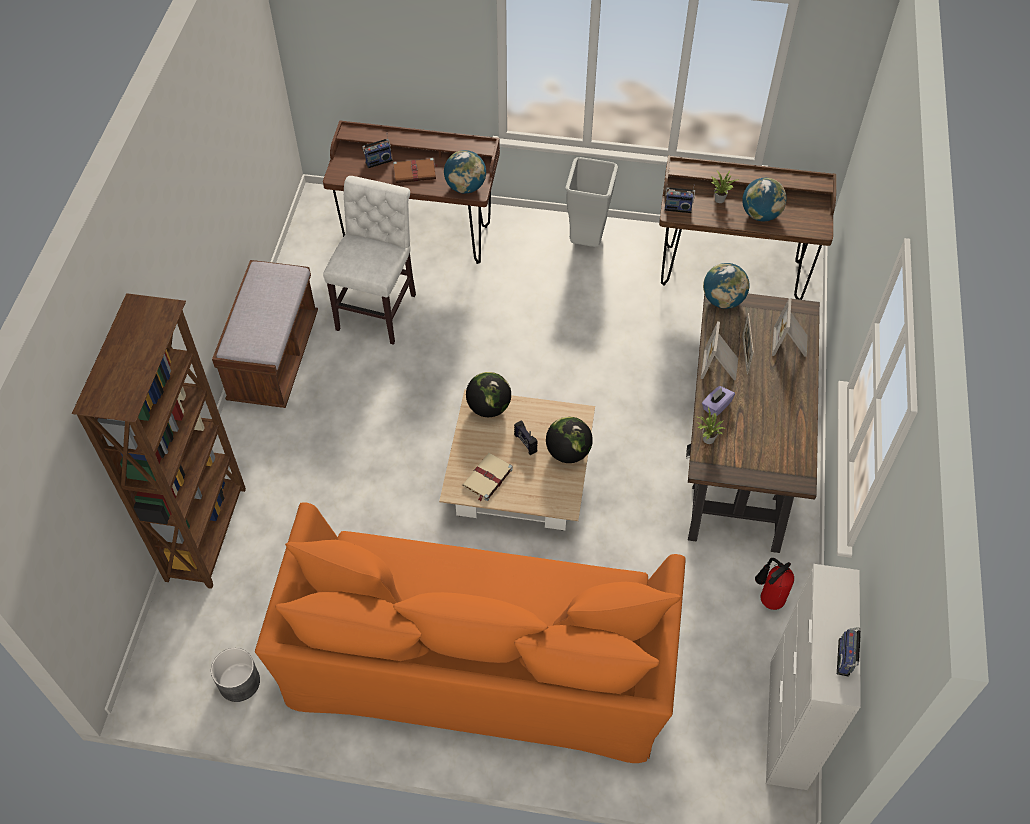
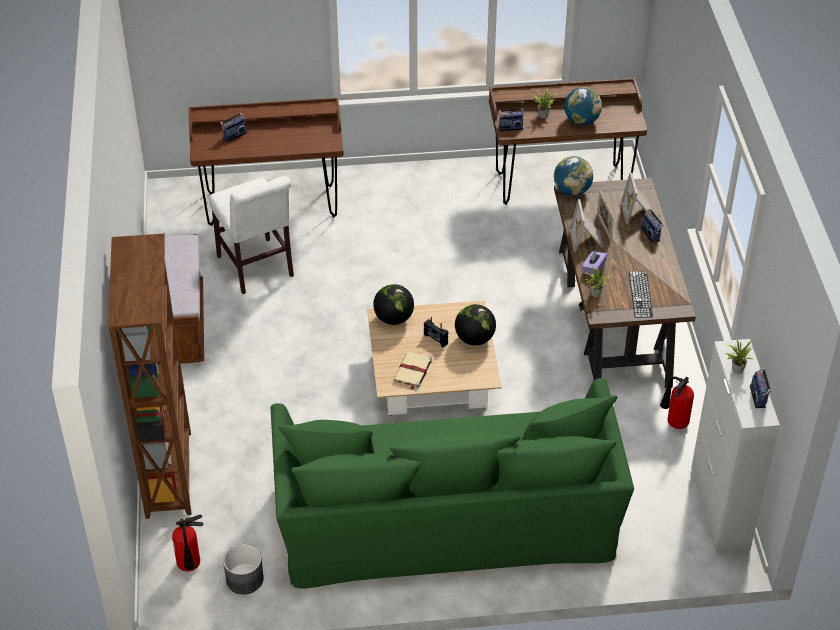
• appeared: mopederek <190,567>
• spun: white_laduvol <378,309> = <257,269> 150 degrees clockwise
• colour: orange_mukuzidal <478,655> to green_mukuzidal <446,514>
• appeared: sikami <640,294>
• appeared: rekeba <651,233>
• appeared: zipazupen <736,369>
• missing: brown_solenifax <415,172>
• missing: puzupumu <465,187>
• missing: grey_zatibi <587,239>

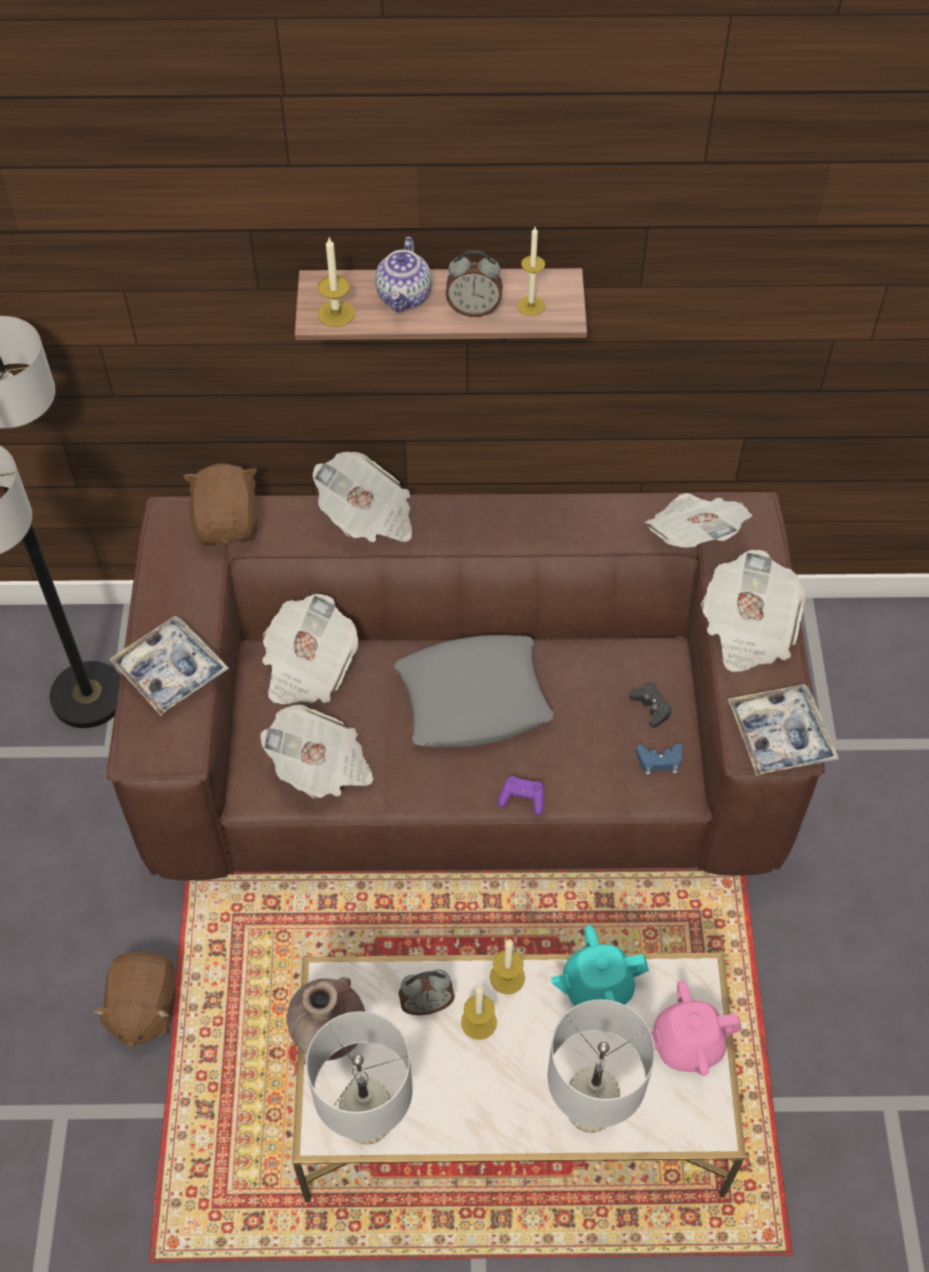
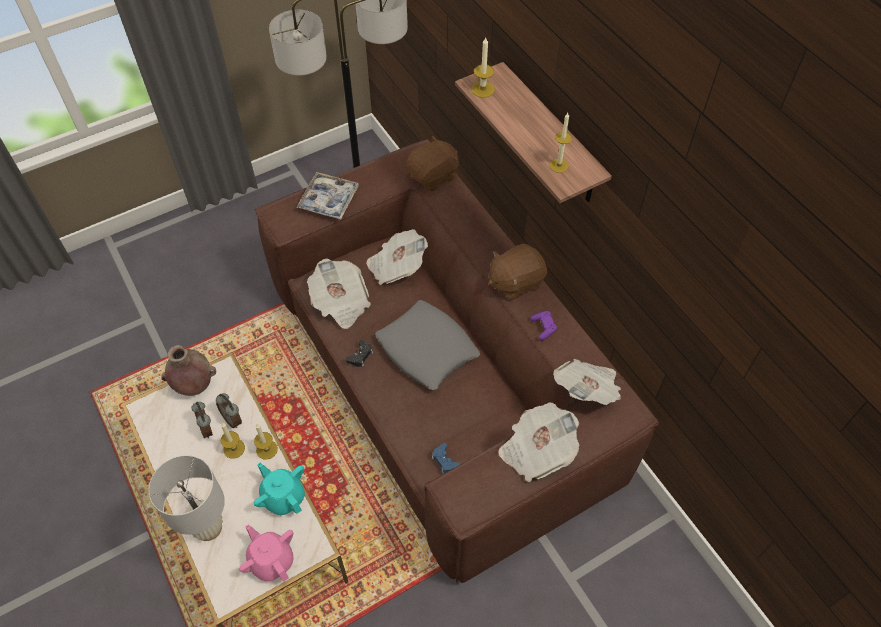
• relocated: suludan <474,309> to <207,428>
• relocated: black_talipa <651,707> to <360,356>
• relocated: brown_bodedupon <143,1008> to <515,282>
• relocated: purple_talipa <522,799> to <544,328>
• missing: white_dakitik <367,1121>
• missing: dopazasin <367,517>
• missing: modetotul <405,297>
• missing: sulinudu <780,736>

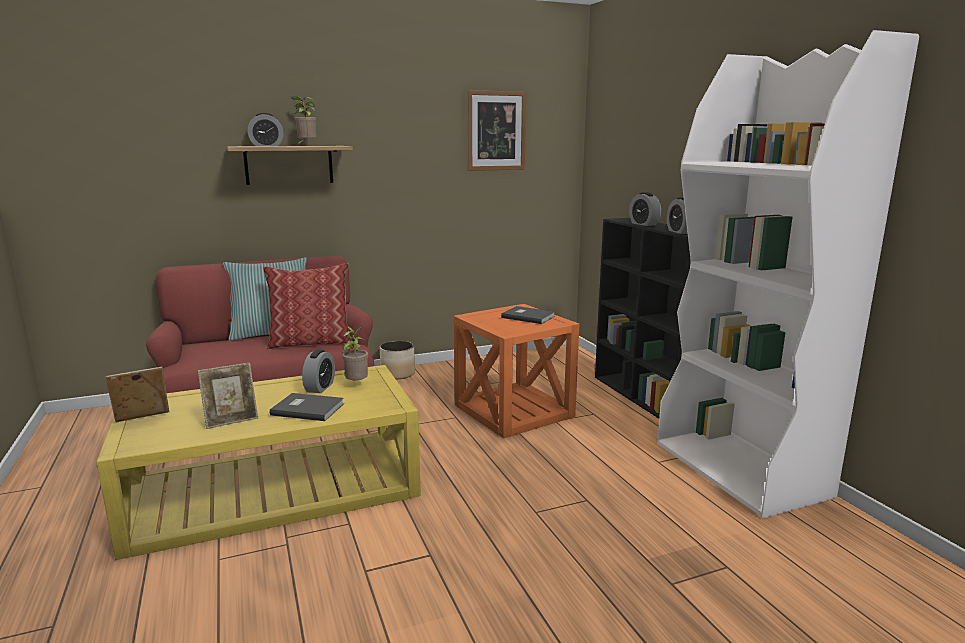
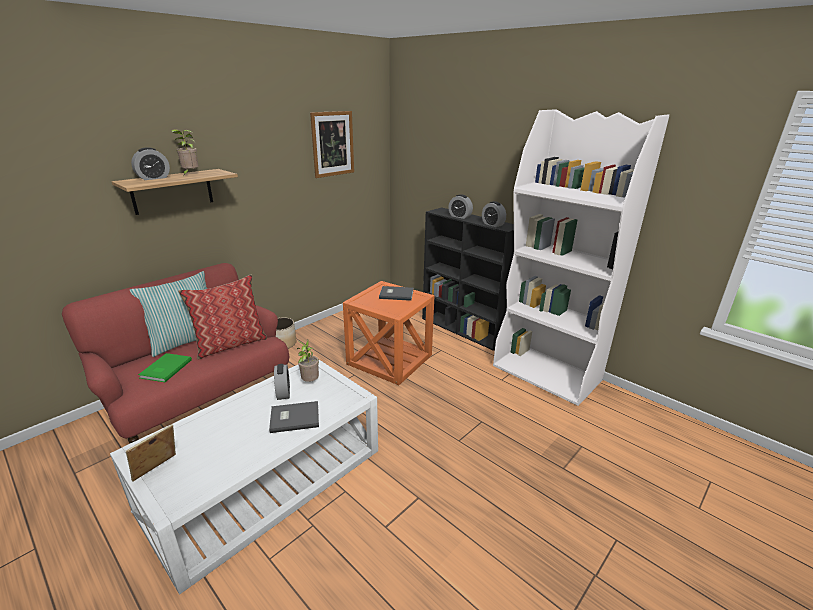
• colour: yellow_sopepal <274,488> to white_sopepal <264,478>
• appeared: green_solenifax <164,369>
• missing: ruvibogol <231,420>

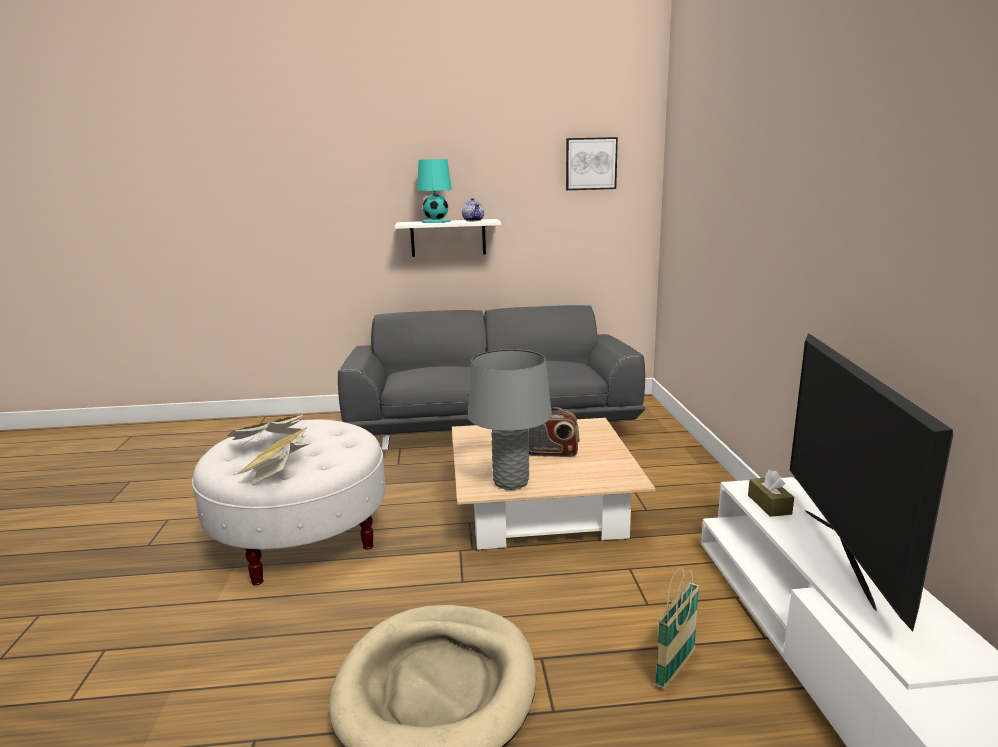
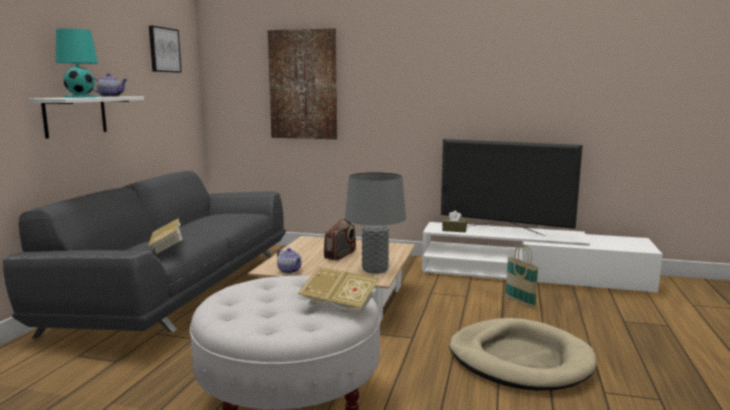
• relocated: solenifax <269,444> to <167,247>
• appeared: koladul <303,85>
• appeared: modetotul <290,271>

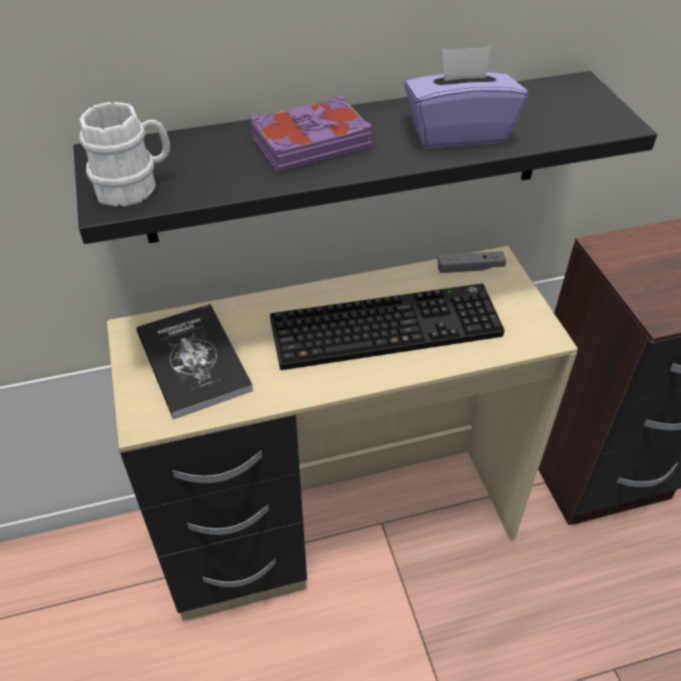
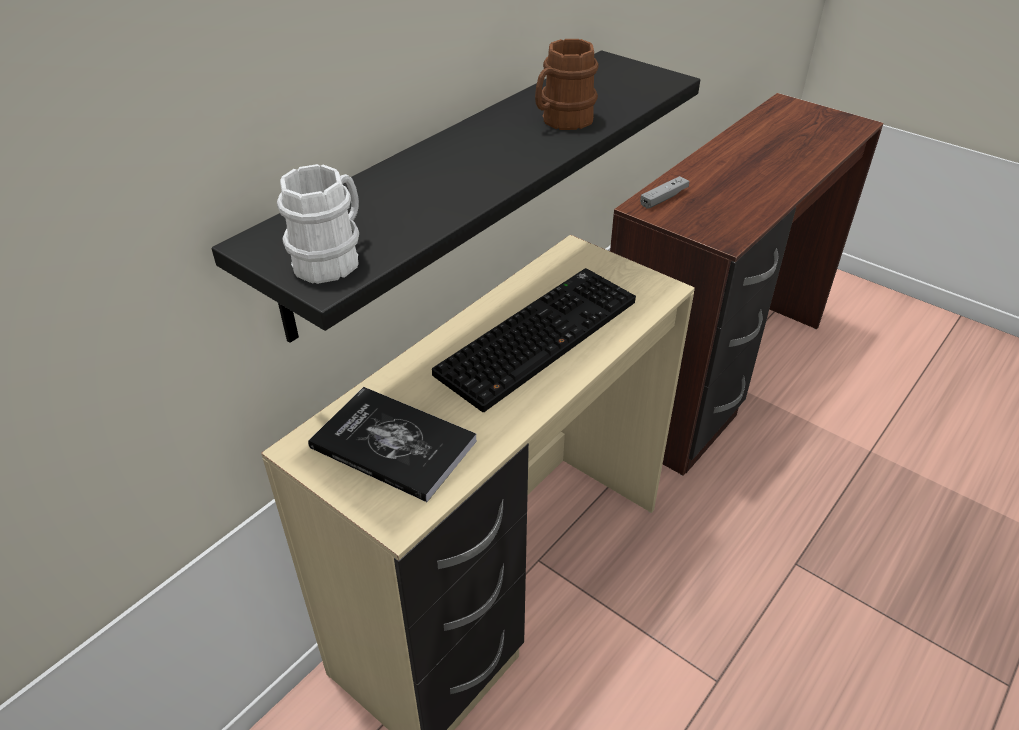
• exchanged: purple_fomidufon <458,132> to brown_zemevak <561,121>
• relocated: grey_talipa <470,268> to <664,198>
• missing: purple_solenifax <310,142>

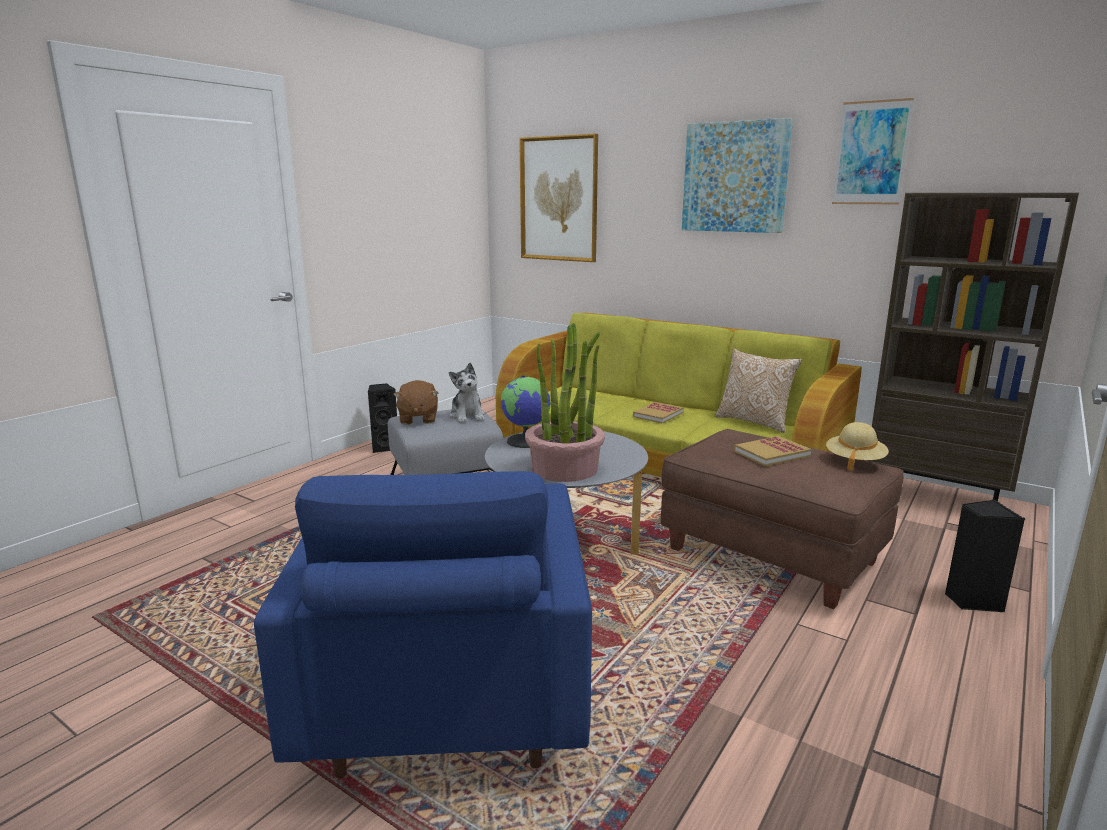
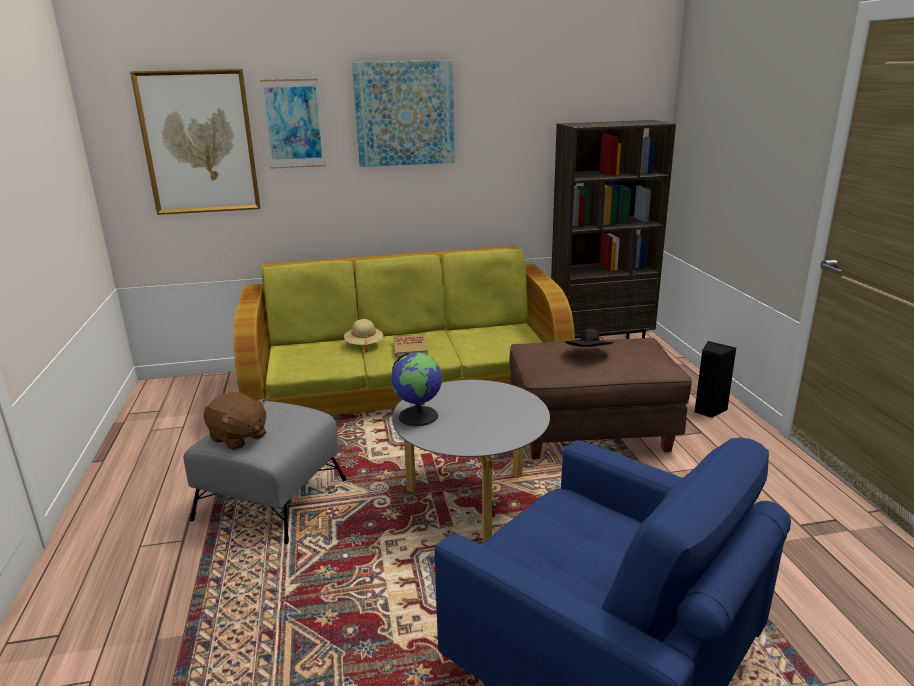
• relocated: koladul <871,153> to <293,124>
• relocated: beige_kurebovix <854,461> to <364,345>
• exchanged: solenifax <771,454> to black_kurebovix <589,355>
• missing: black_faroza <385,447>
• missing: bodedupon <467,416>
• missing: zipazupen <565,469>
• missing: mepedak <754,422>

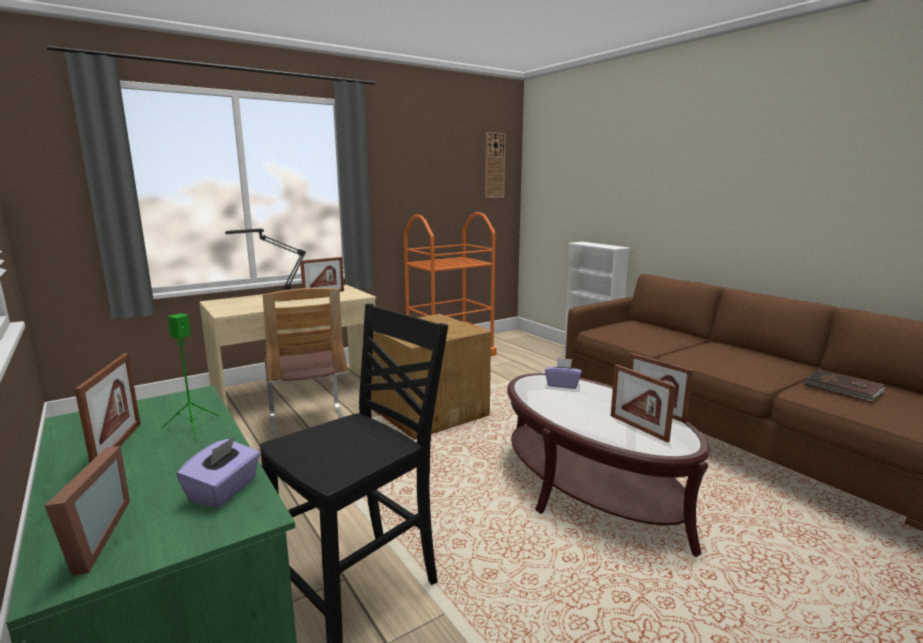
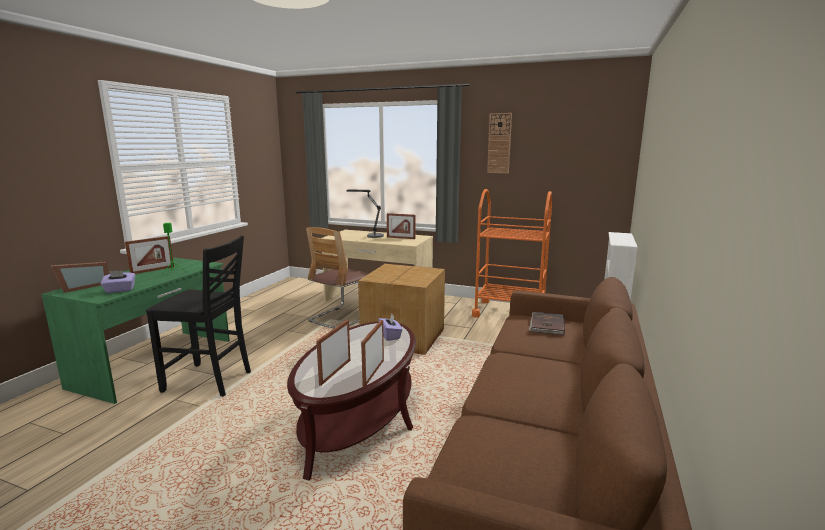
• relocated: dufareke <494,165> to <499,143>
• relocated: brown_solenifax <843,388> to <546,325>

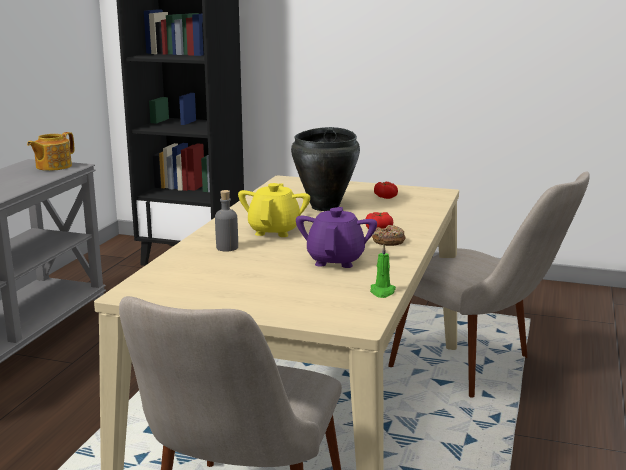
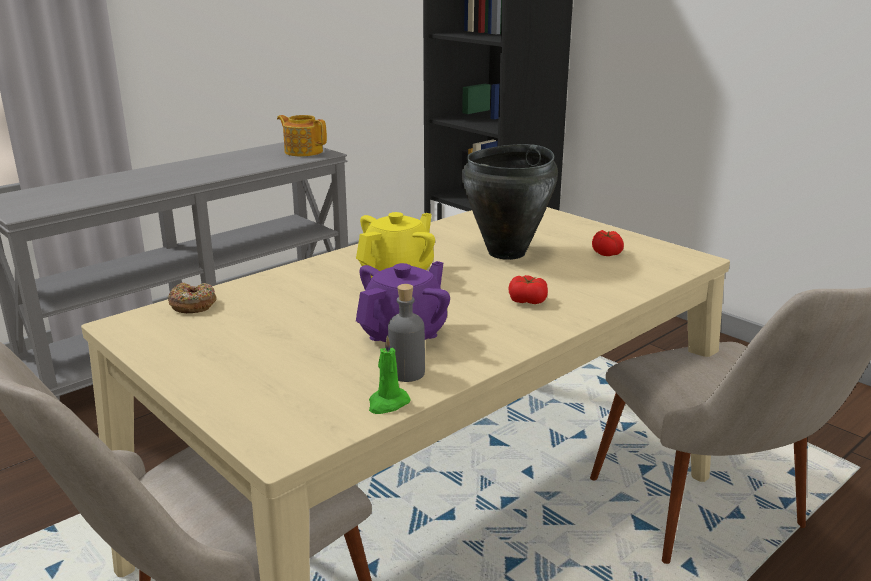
• relocated: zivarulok <388,241> to <193,305>
• spun: modetotul <53,166> = <303,151> 60 degrees clockwise
• relocated: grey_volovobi <227,247> to <407,373>

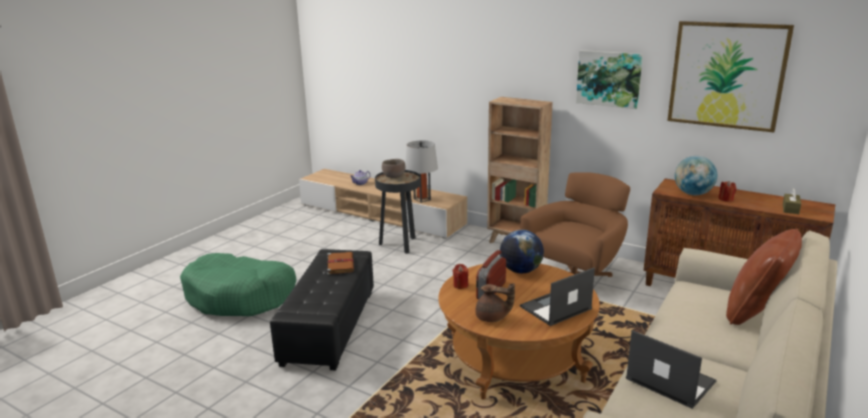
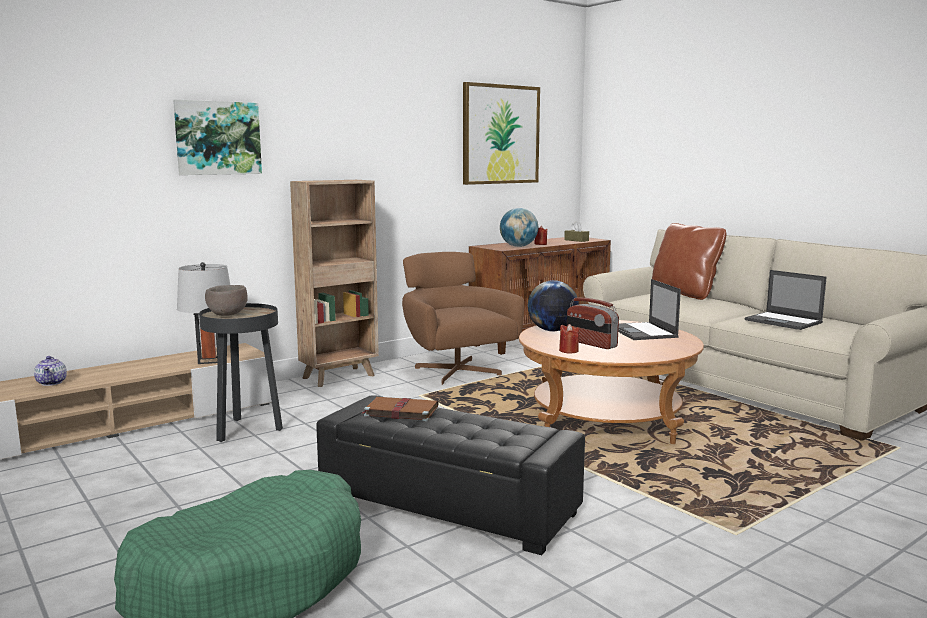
• relocated: koladul <609,78> to <218,138>
• spun: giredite <669,380> = <784,321> 105 degrees counterclockwise
• missing: brown_modetotul <492,318>

